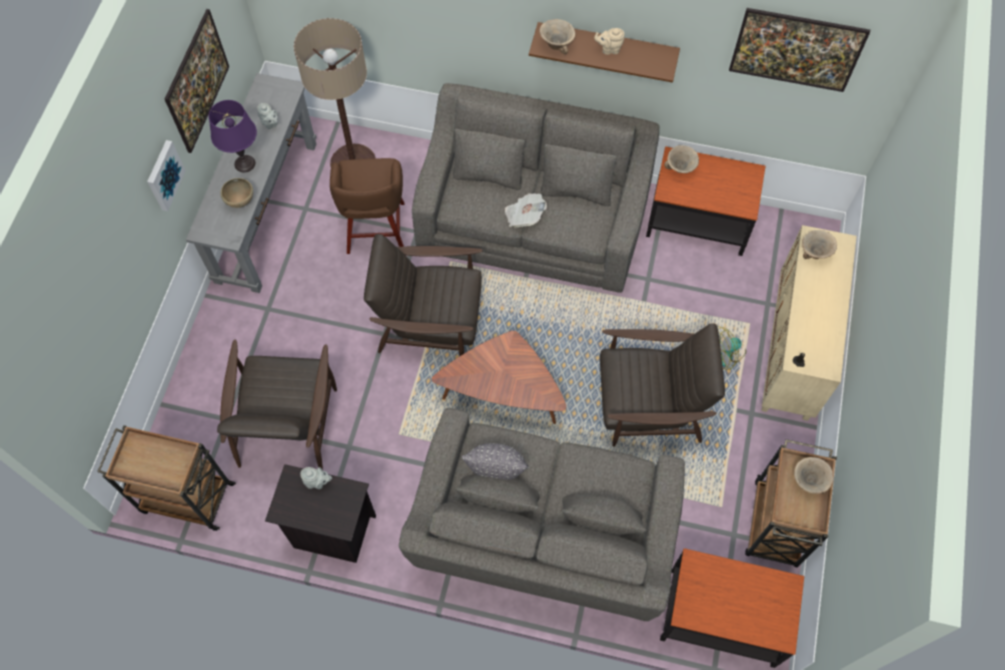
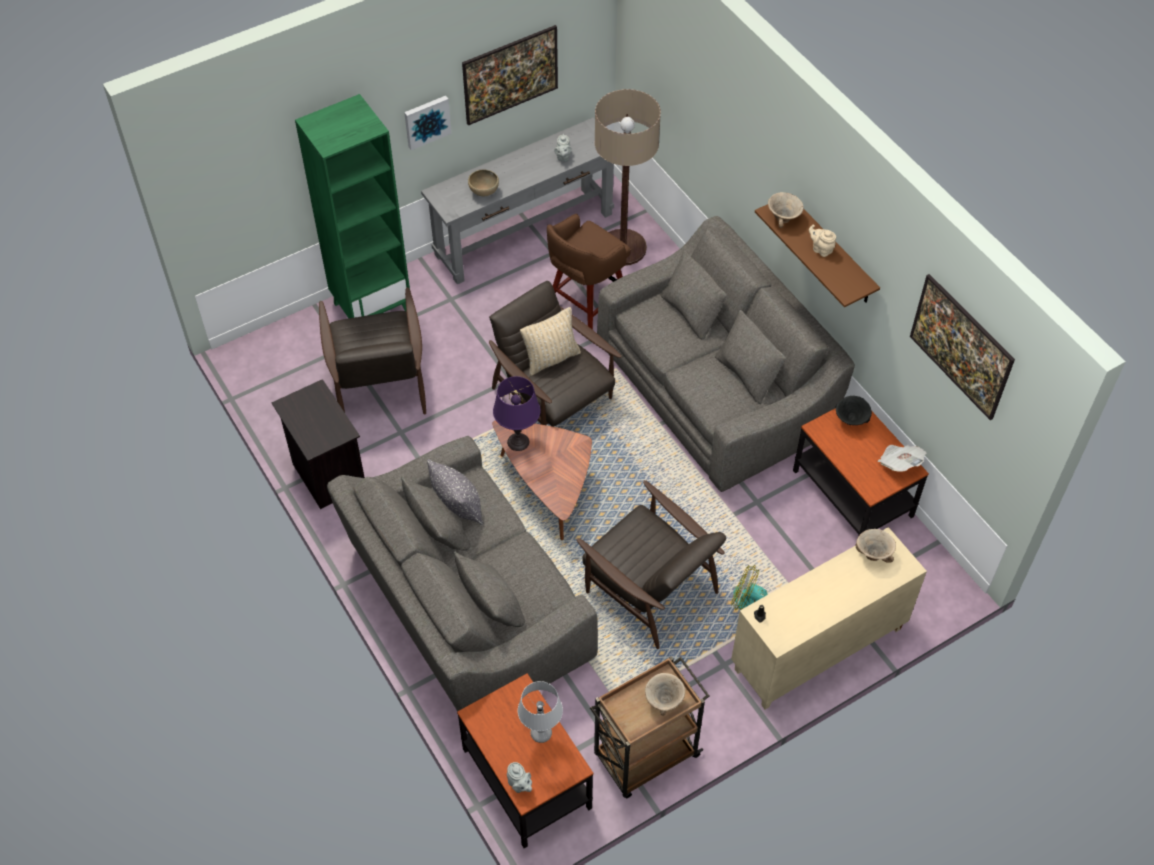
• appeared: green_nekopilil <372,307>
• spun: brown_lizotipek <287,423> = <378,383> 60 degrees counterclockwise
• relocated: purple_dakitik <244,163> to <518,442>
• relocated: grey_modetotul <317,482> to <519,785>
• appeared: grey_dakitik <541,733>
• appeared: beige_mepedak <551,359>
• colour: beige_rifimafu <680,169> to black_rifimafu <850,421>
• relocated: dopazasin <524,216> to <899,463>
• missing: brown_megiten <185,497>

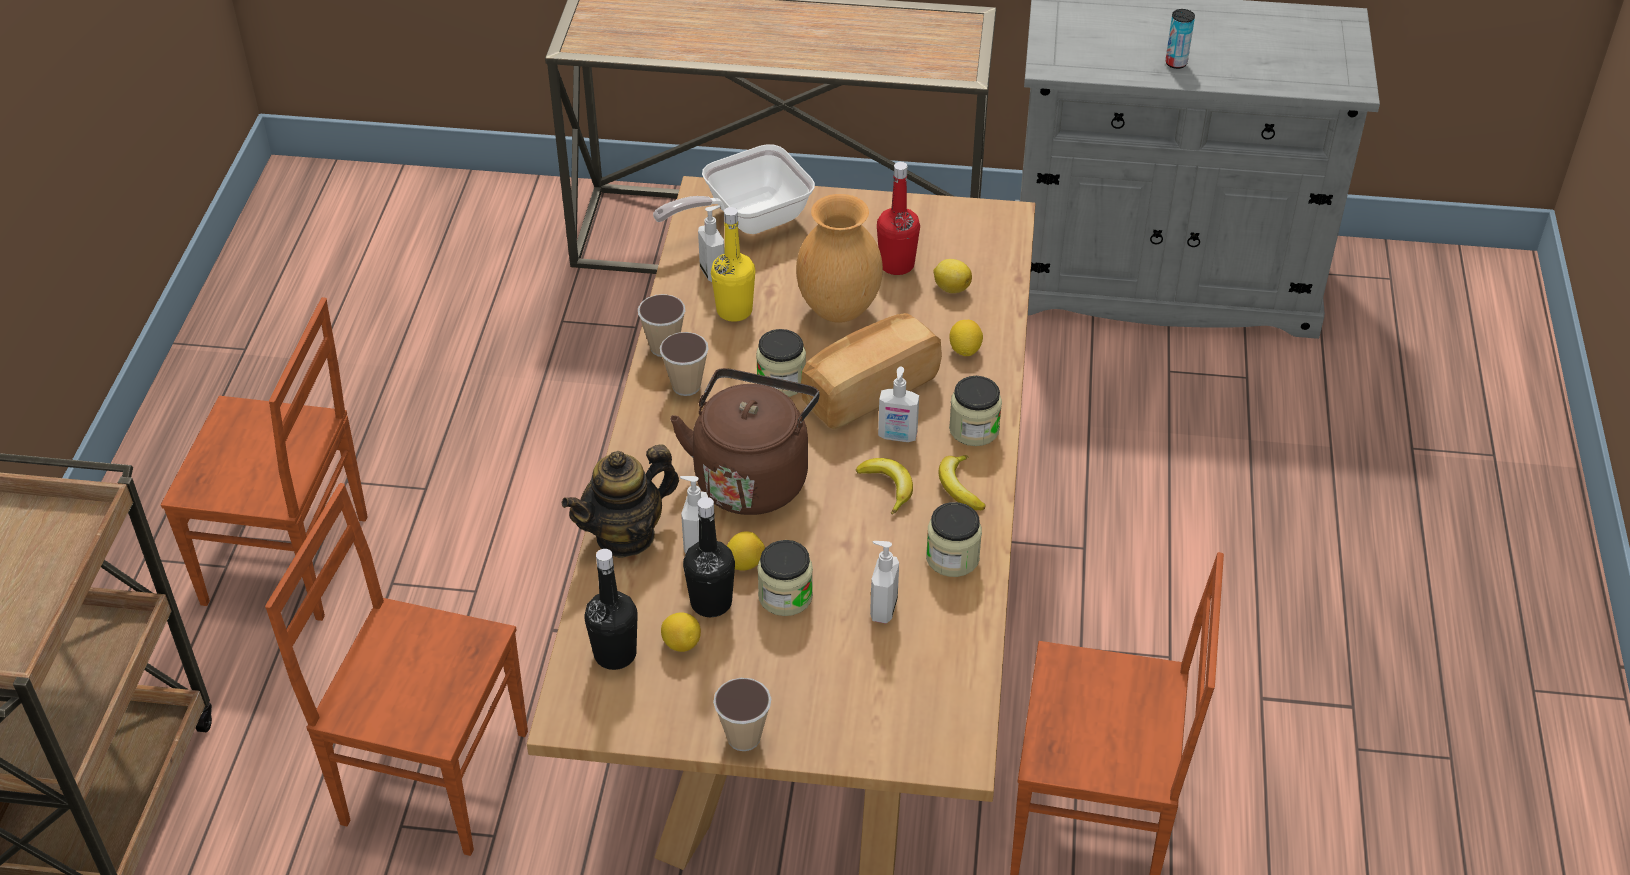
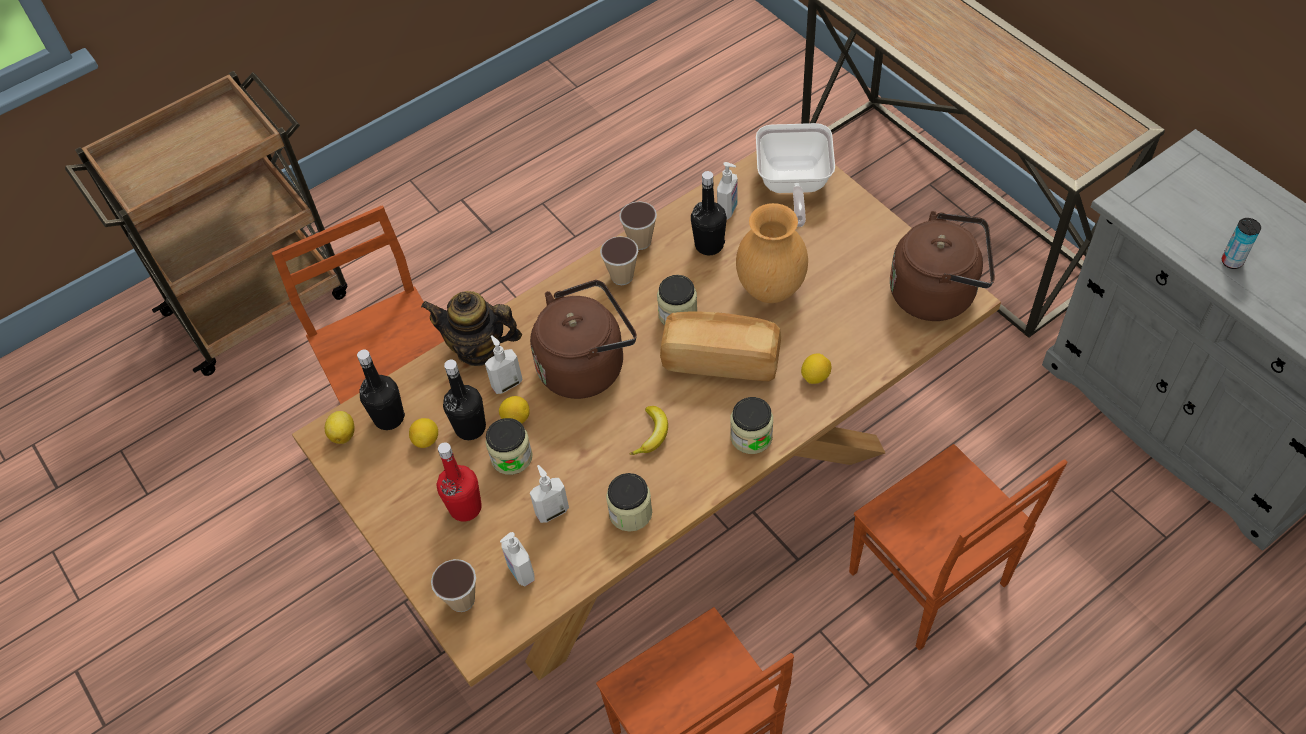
• relocated: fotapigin <951,288> to <343,434>
• relocated: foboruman <744,737> to <462,600>
• relocated: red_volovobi <896,265> to <465,507>
• relocated: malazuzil <897,436> to <520,572>
• colour: yellow_volovobi <734,311> to black_volovobi <709,245>
• spun: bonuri <747,219> = <793,186> 105 degrees counterclockwise
• relocated: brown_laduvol <288,562> to <928,581>
• appeared: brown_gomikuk <938,293>
• missing: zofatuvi <959,487>

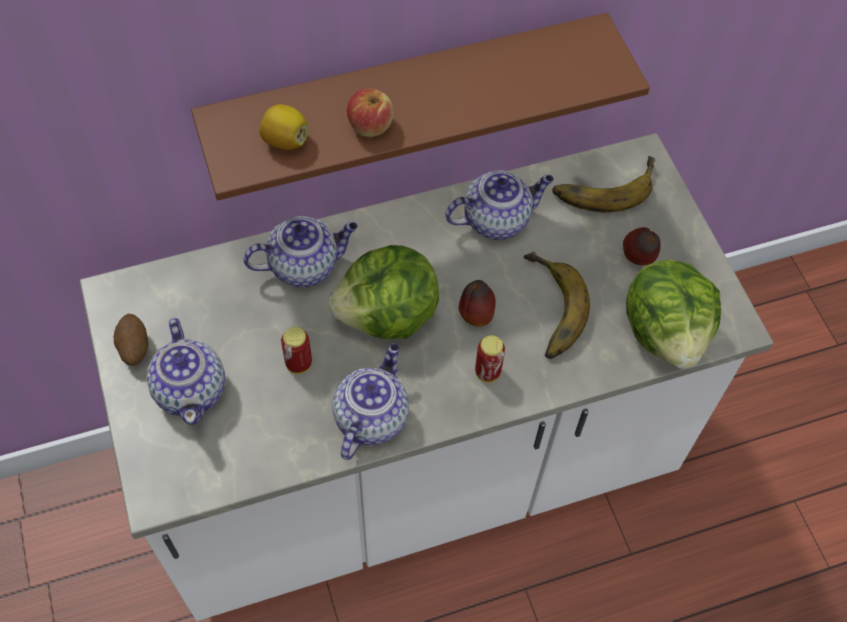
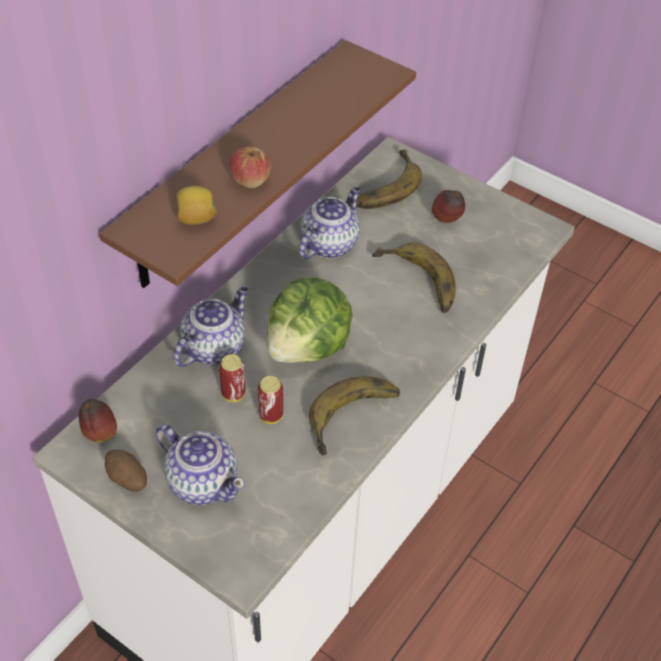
• relocated: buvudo <475,315> to <100,434>
• relocated: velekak <487,372> to <233,394>
• exchanged: modetotul <371,417> to zofatuvi <357,420>
• missing: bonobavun <665,332>

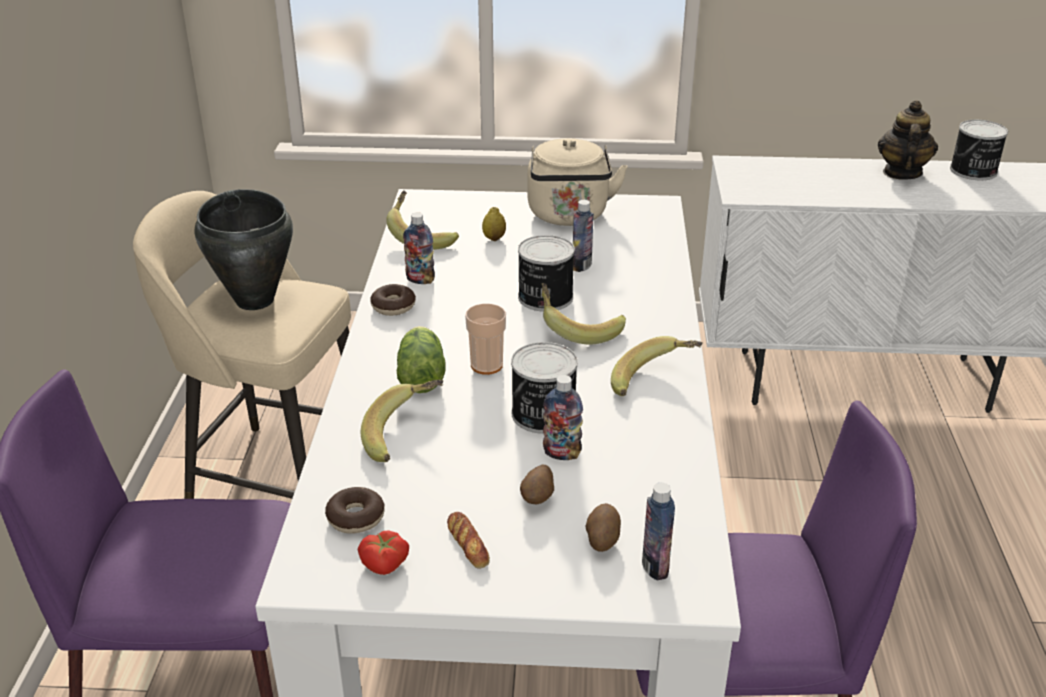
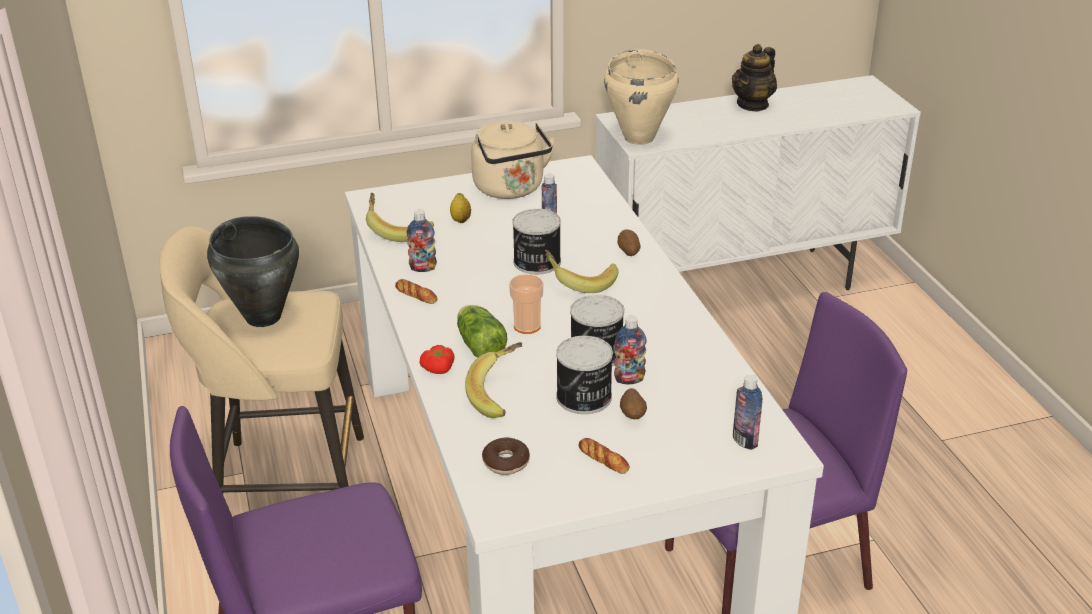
• exchanged: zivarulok <393,306> to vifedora <416,295>
• relocated: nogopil <384,565> to <438,369>
• relocated: velekak <973,171> to <584,398>
• appeared: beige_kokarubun <639,138>
• relocated: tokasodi <602,540> to <628,252>
• spun: modetotul <901,173> = <753,104> 135 degrees counterclockwise
• missing: zofatuvi <654,383>

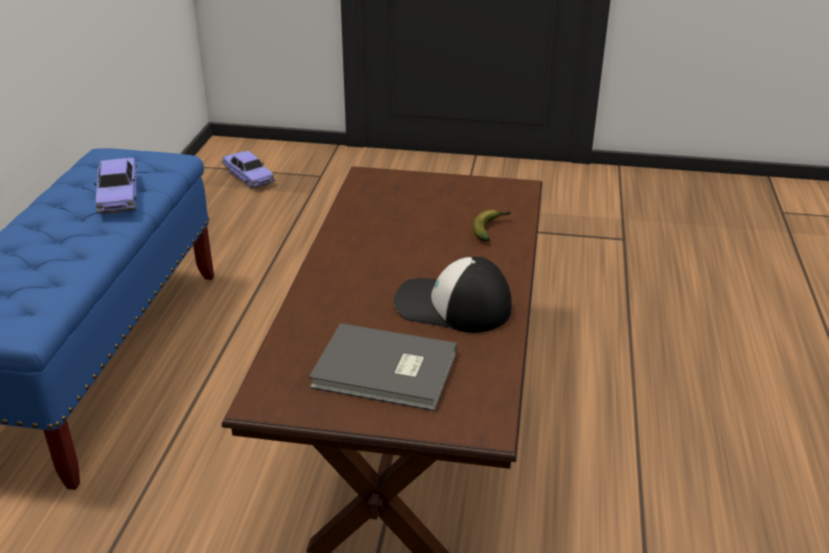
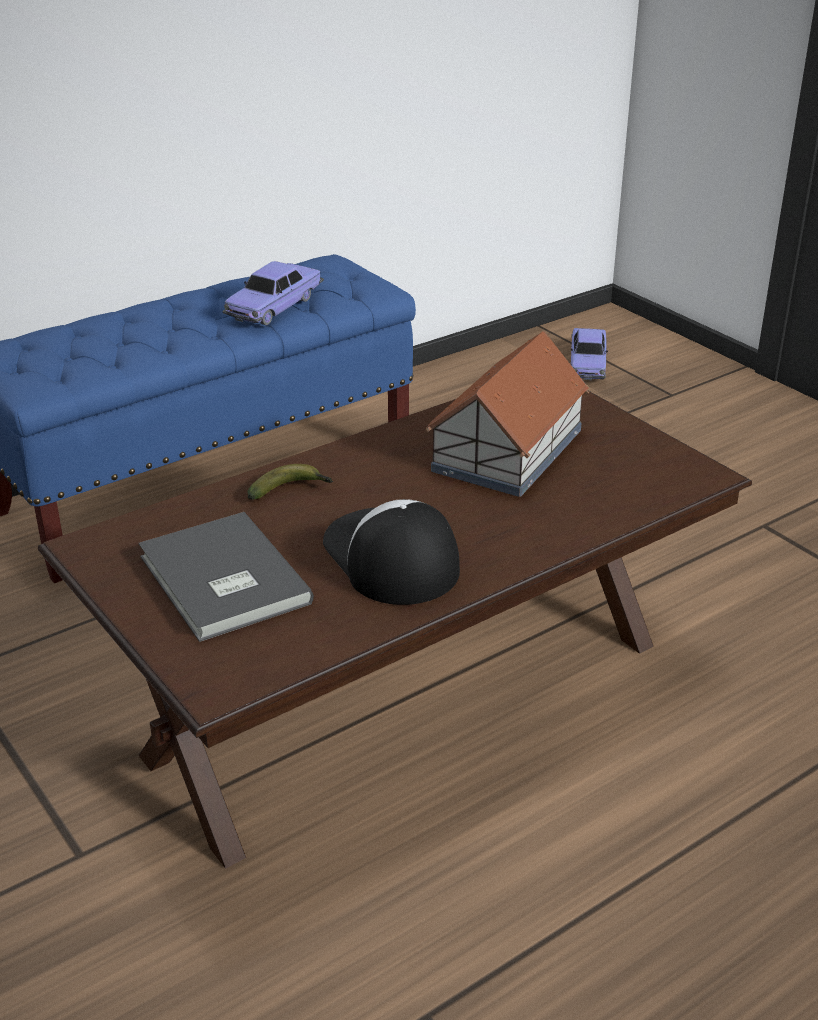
• relocated: zofatuvi <490,229> to <291,490>
• appeared: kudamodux <509,449>

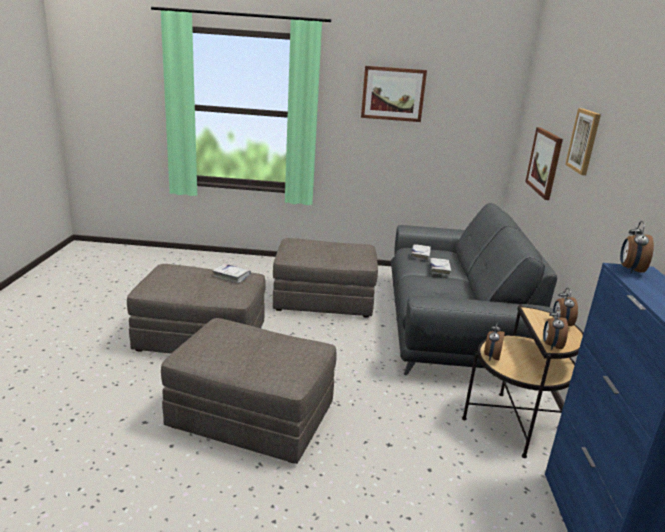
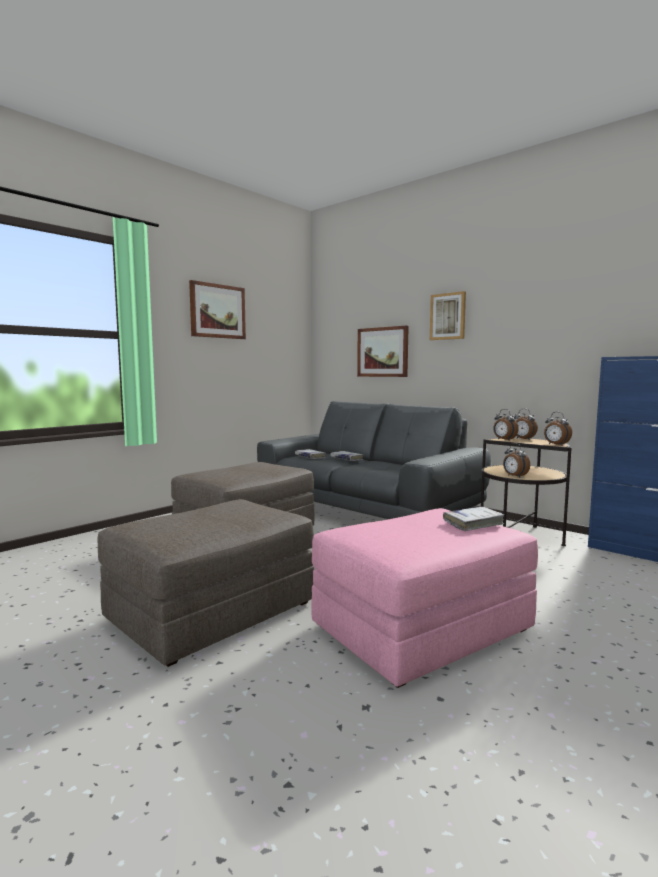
• colour: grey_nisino <252,416> to pink_nisino <422,628>
• relocated: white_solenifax <231,276> to <473,523>
• relocated: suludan <630,270> to <504,440>

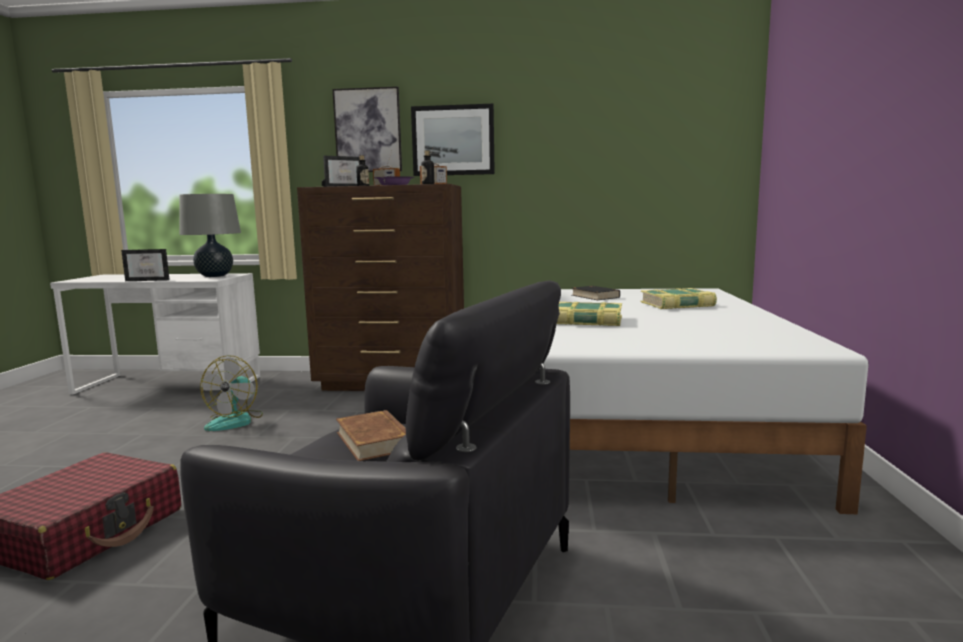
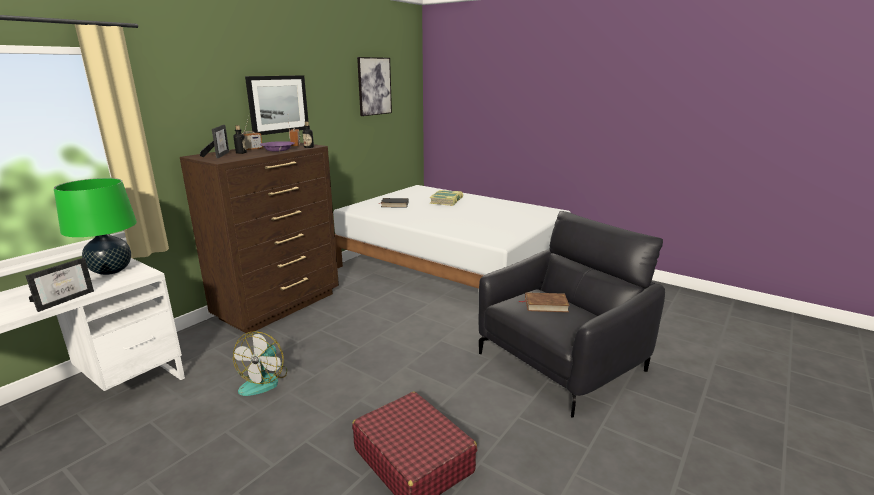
• colour: grey_dakitik <215,276> to green_dakitik <111,271>
• spun: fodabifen <235,421> = <264,380> 60 degrees clockwise
• relocated: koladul <368,130> to <374,86>
• missing: solenifax <587,321>

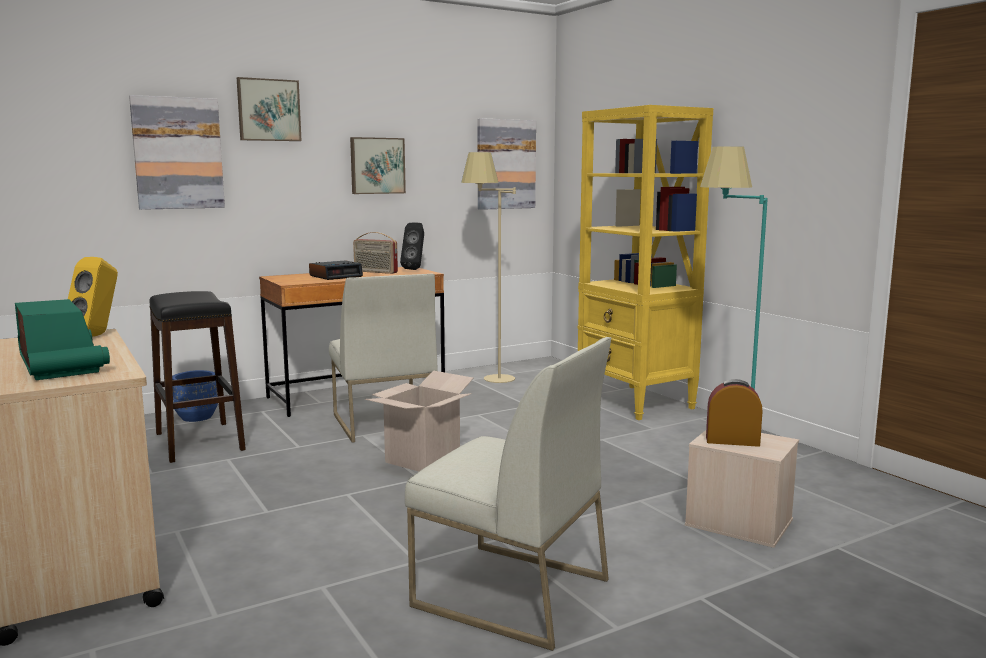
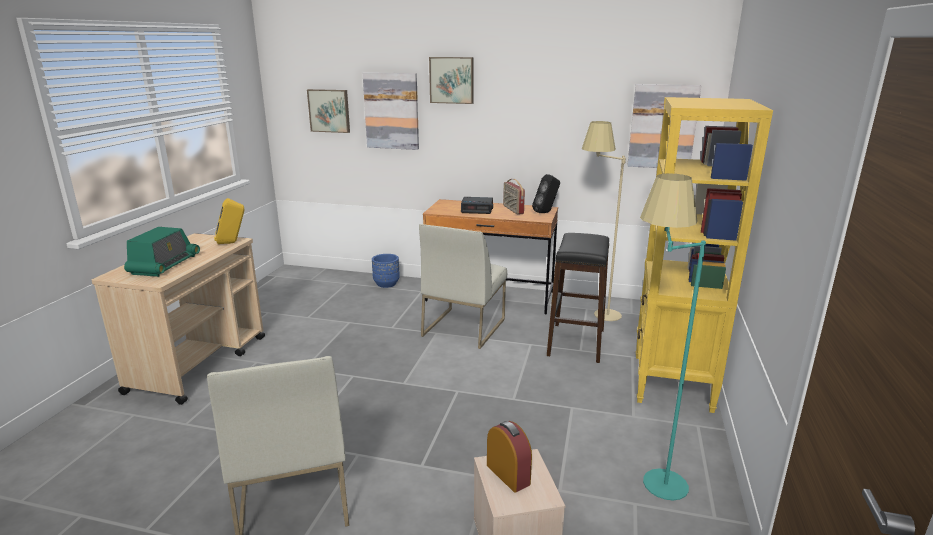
• relocated: koladul <377,165> to <329,110>
• relocated: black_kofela <200,441> to <576,342>
• missing: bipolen <422,459>

